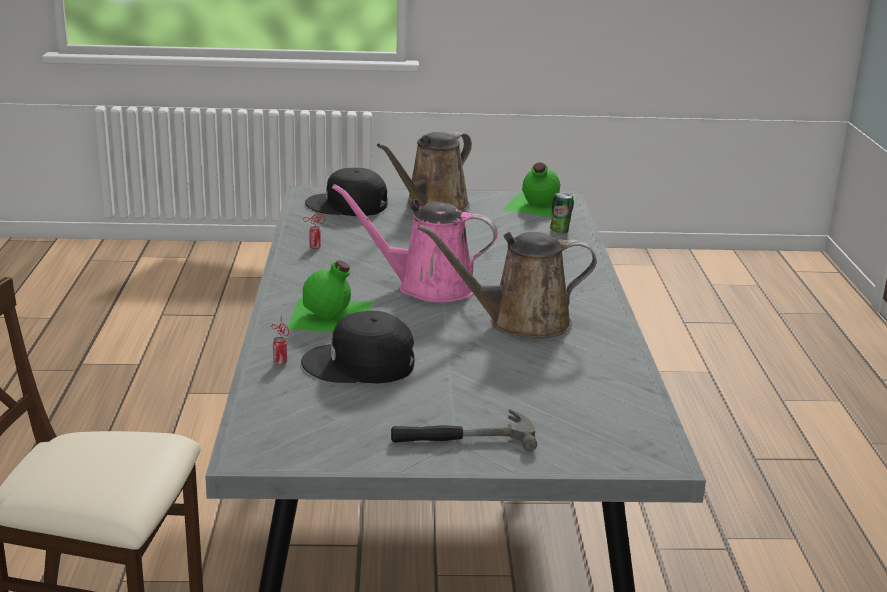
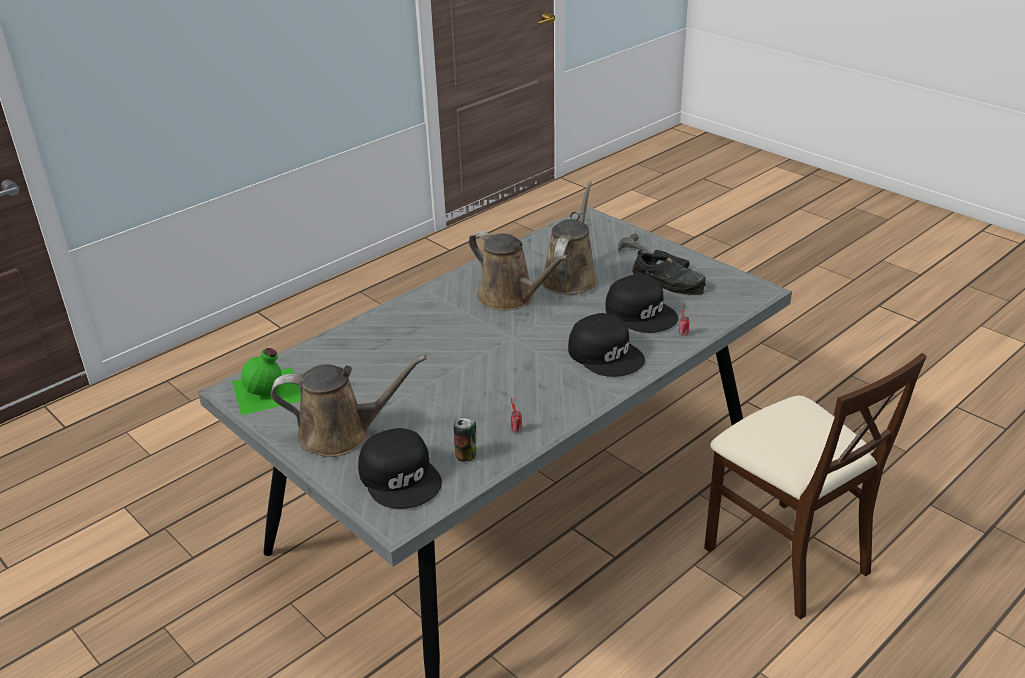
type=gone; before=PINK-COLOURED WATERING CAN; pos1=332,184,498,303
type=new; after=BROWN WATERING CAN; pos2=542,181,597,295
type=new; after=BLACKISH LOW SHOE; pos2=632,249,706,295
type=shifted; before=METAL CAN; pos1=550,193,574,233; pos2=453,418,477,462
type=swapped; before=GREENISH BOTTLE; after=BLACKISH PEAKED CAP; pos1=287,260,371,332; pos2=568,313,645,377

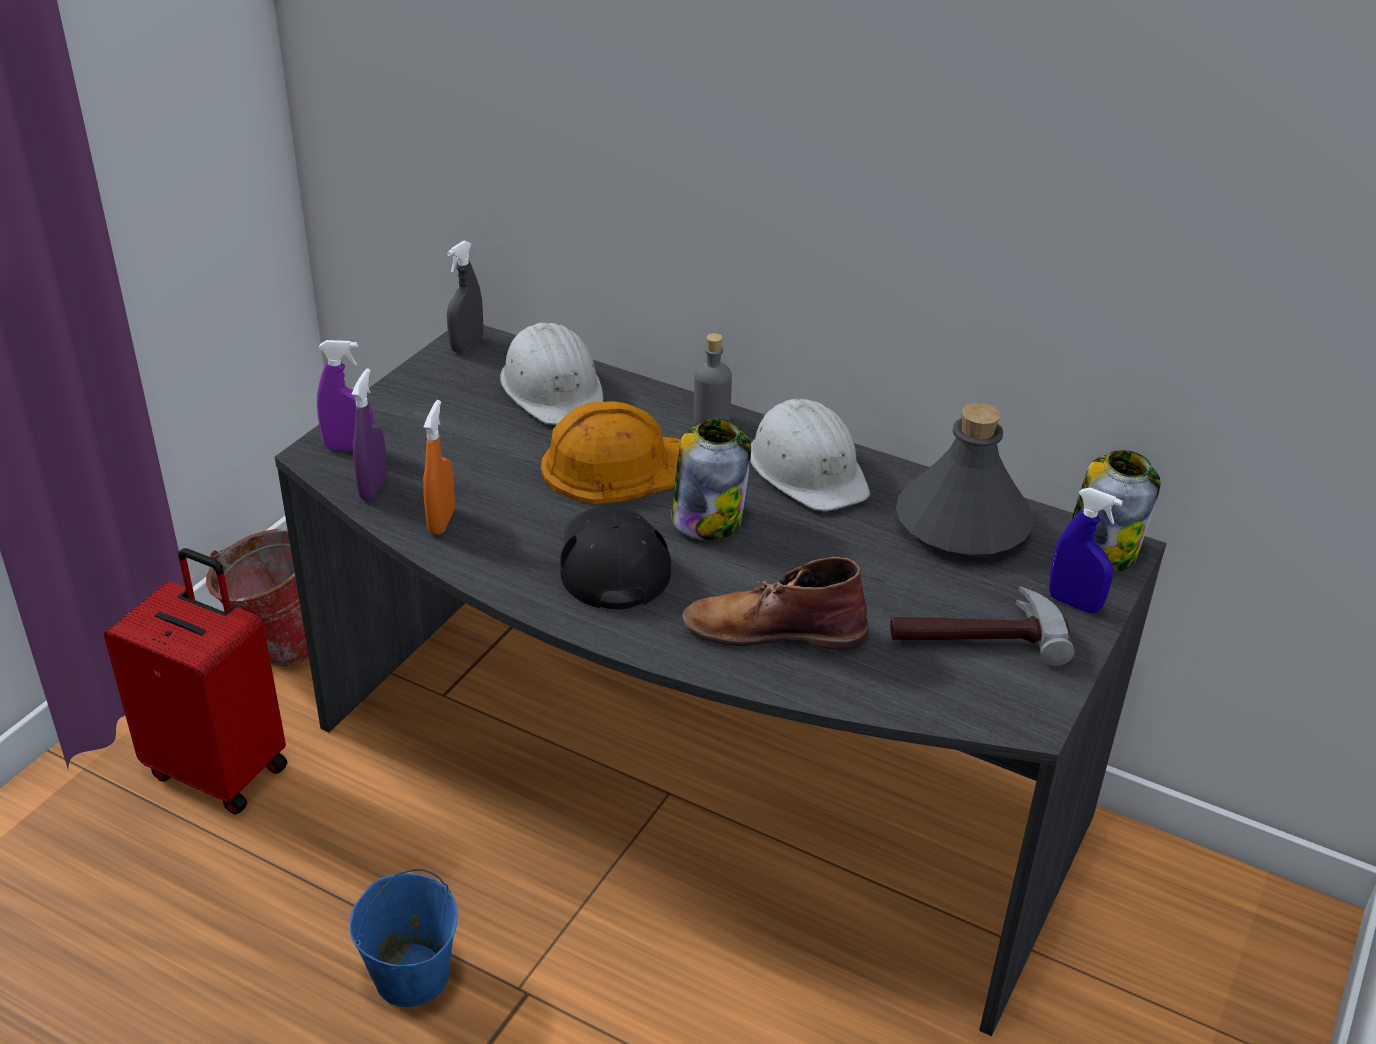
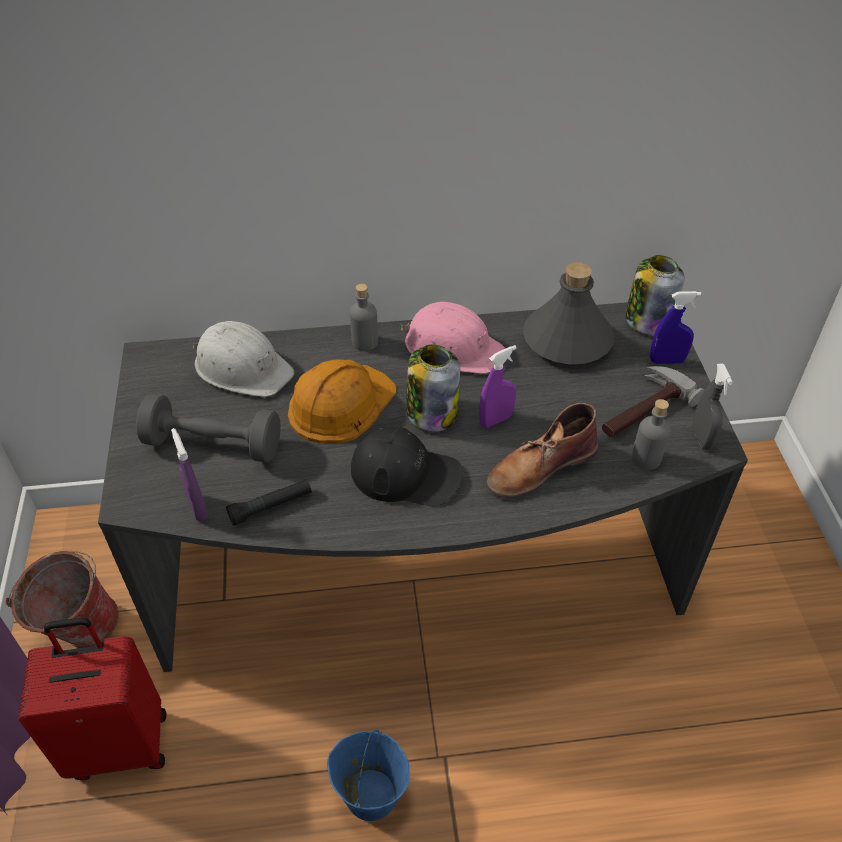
type=new; after=GREY DUMBBELL; pos2=136,393,281,463
type=new; after=GREY BOTTLE; pos2=631,399,670,470
type=shifted; before=PURPLISH SPRAYER; pos1=317,340,374,451; pos2=479,345,517,428
type=shifted; before=GREY SPRAYER; pos1=447,240,483,352; pos2=692,364,733,450
type=swapped; before=ORANGEY SPRAYER; after=BLACKISH HAND TORCH; pos1=423,400,455,535; pos2=226,479,312,526
type=repainted; before=WHITE-COLOURED WORK HELMET; after=PINK-COLOURED WORK HELMET; pos1=750,399,870,511; pos2=401,302,505,374
type=rotated; before=BLACKISH PEAKED CAP; pos1=560,506,671,609; pos2=351,426,463,506; turn=150

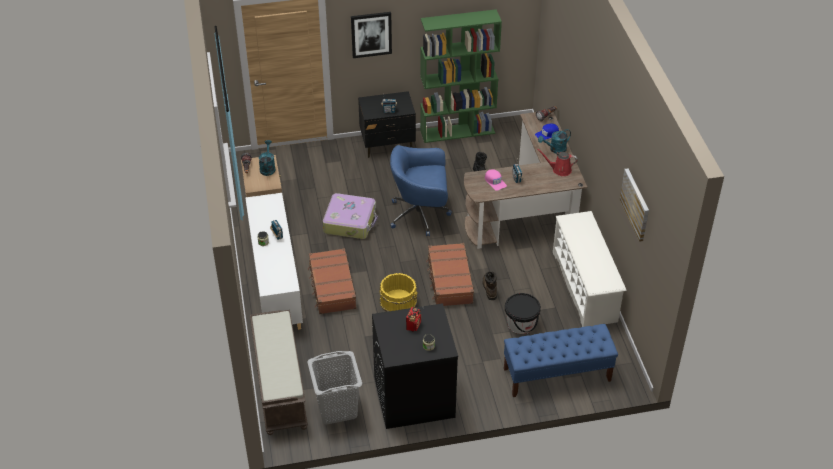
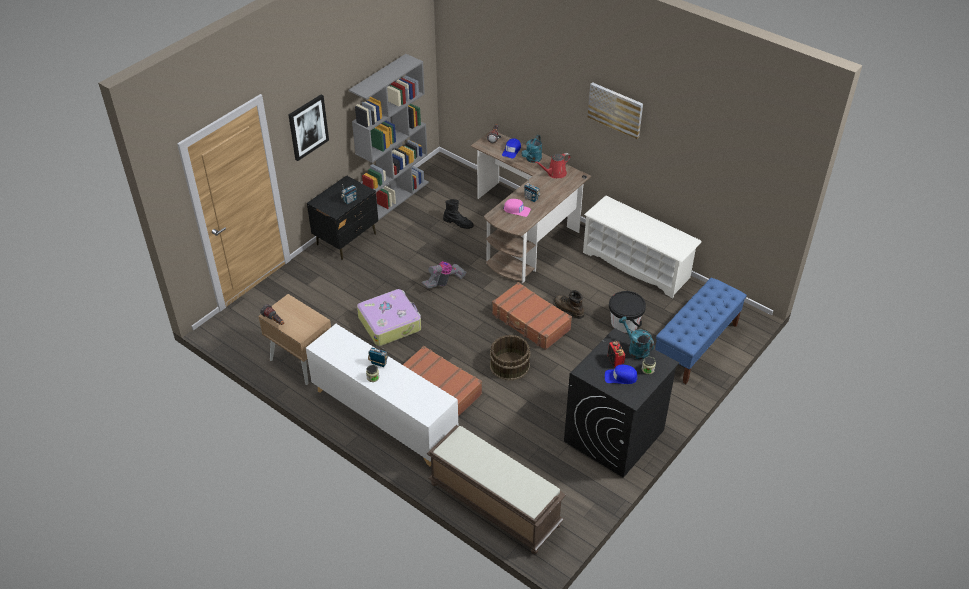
type=gone; before=GREY HAMPER; pos1=307,351,362,424
type=new; after=BLUISH PEAKED CAP; pos2=605,365,638,384
type=shifted; before=TURQUOISE WATERING CAN; pos1=259,140,275,176; pos2=619,317,654,359
type=shifted; before=WALL ART; pos1=620,168,649,242; pos2=588,82,643,139
type=swapped; before=BLUISH OFFICE CHAIR; after=VACUUM CLEANER; pos1=390,145,452,236; pos2=422,261,466,288
type=repainted; before=YELLOWISH PAIL; after=BROWN PAIL; pos1=379,273,417,312; pos2=490,335,530,381
type=repainted; before=GREENISH BOOKSHELF; after=GREY BOOKSHELF; pos1=420,9,502,143; pos2=349,54,429,220

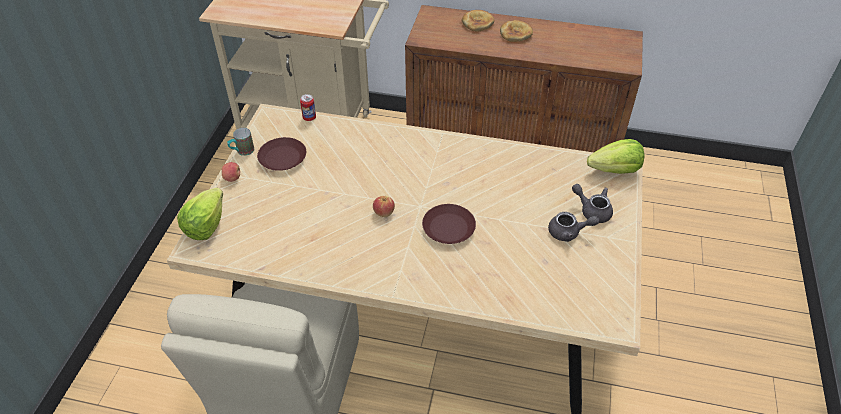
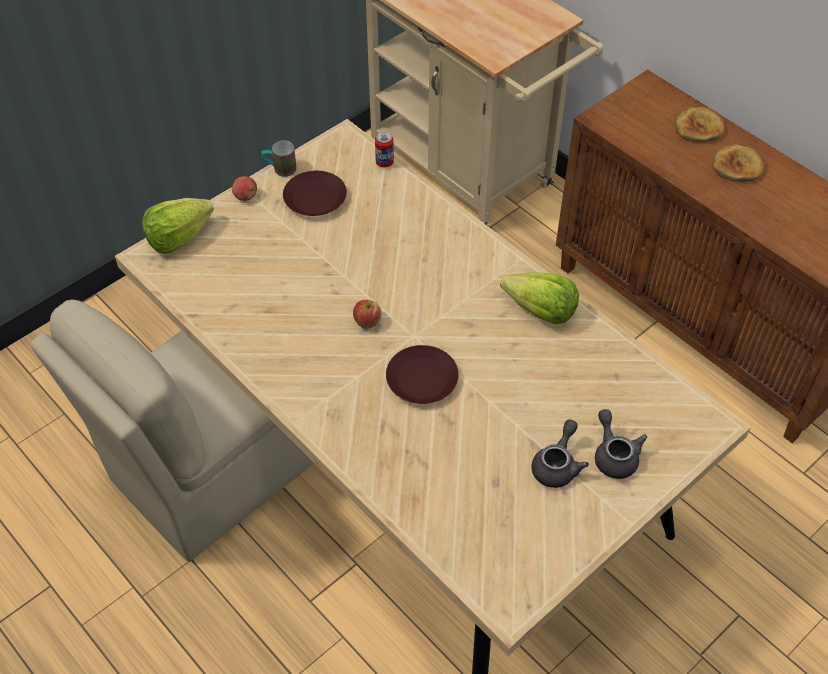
type=shifted; before=LETTUCE; pos1=587,139,644,174; pos2=500,272,579,324
type=rotated; before=GREY TEAPOT; pos1=548,212,599,242; pos2=531,419,589,488; turn=-105

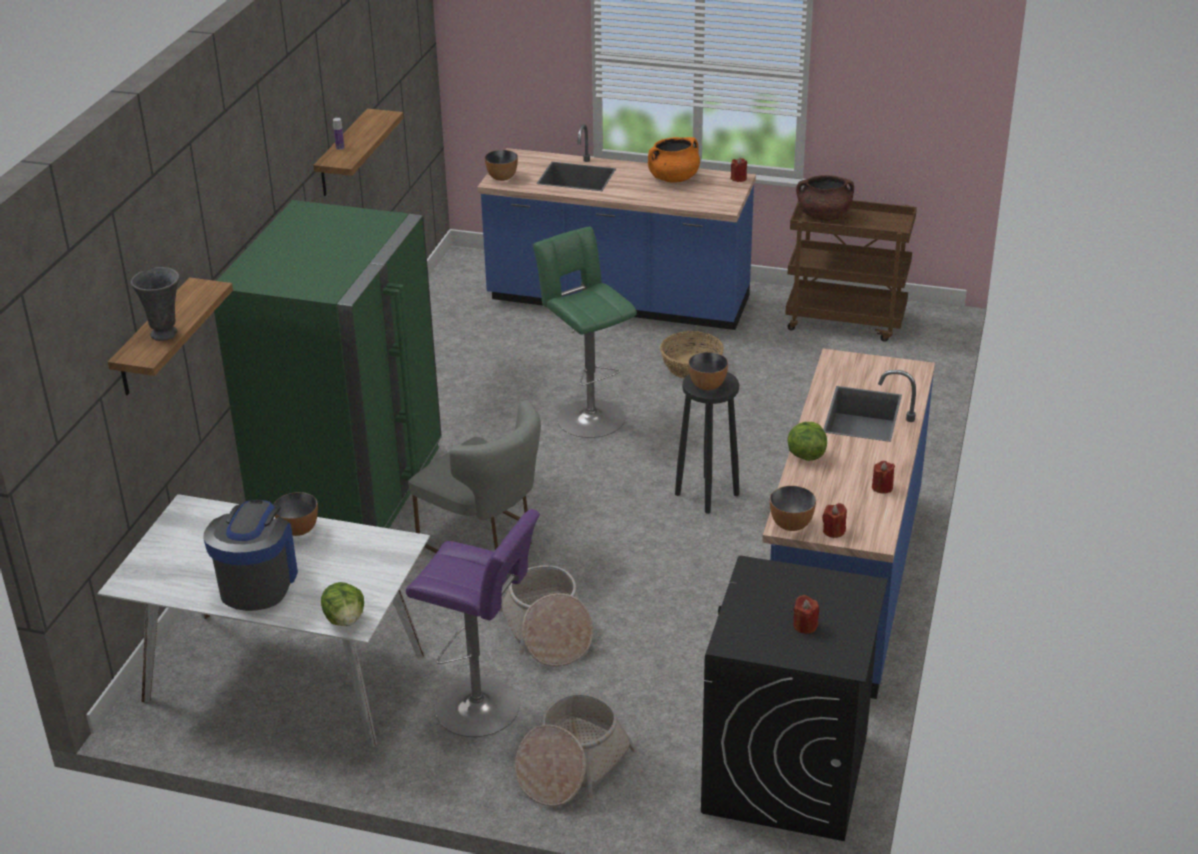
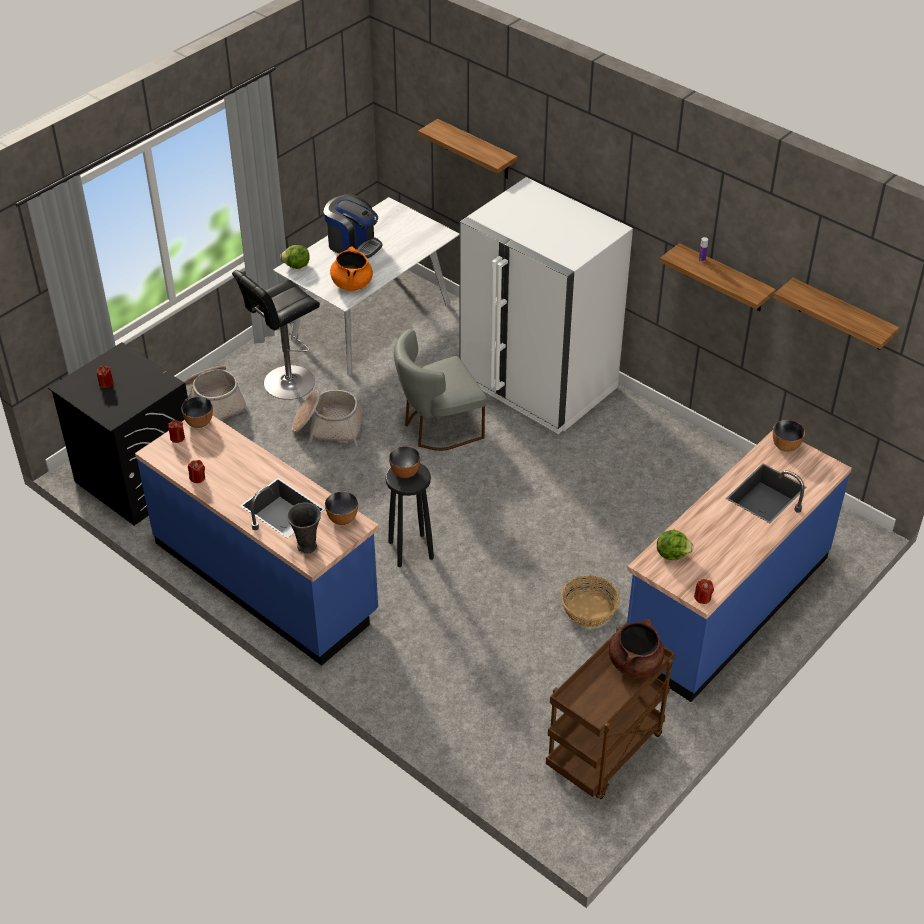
type=gone; before=GREENISH STOOL; pos1=533,227,637,438
type=new; after=SHELF; pos2=774,278,899,350
type=shifted; before=GREY VASE; pos1=131,267,179,341; pos2=287,502,321,554
type=shifted; before=SERVING BOWL; pos1=274,492,318,536; pos2=325,491,358,525
type=shifted; before=ORANGEY STOCKPOT; pos1=648,137,700,182; pos2=330,246,373,291
type=shifted; before=LETTUCE; pos1=787,422,827,461; pos2=657,530,694,560
type=repainted; before=GREENISH REFRIGERATOR; after=WHITE-COLOURED REFRIGERATOR; pos1=214,200,442,528; pos2=459,177,633,434
type=repainted; before=PURPLISH STOOL; after=BLACKISH STOOL; pos1=406,509,540,737; pos2=232,270,320,400

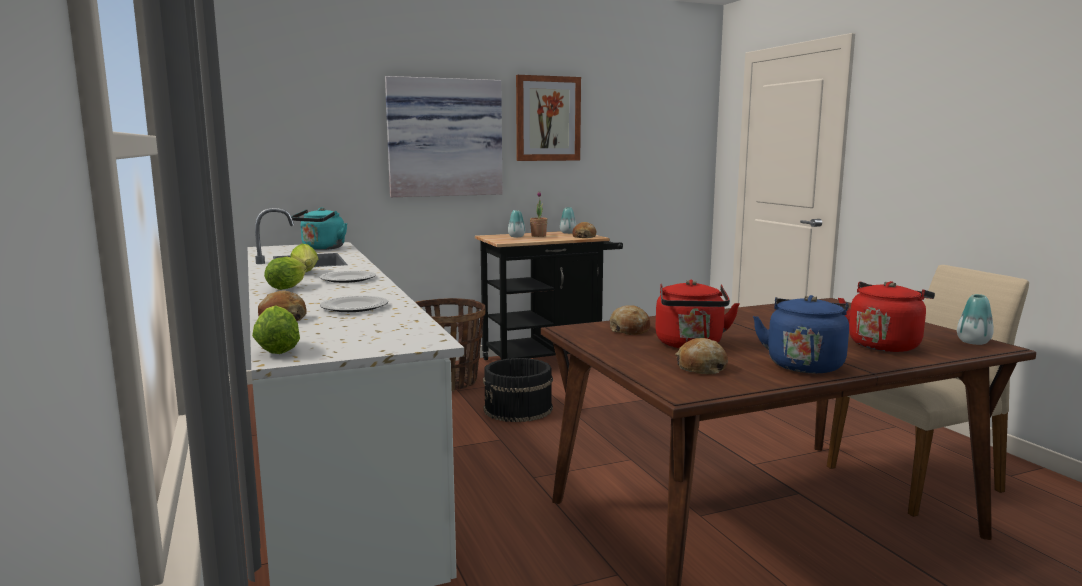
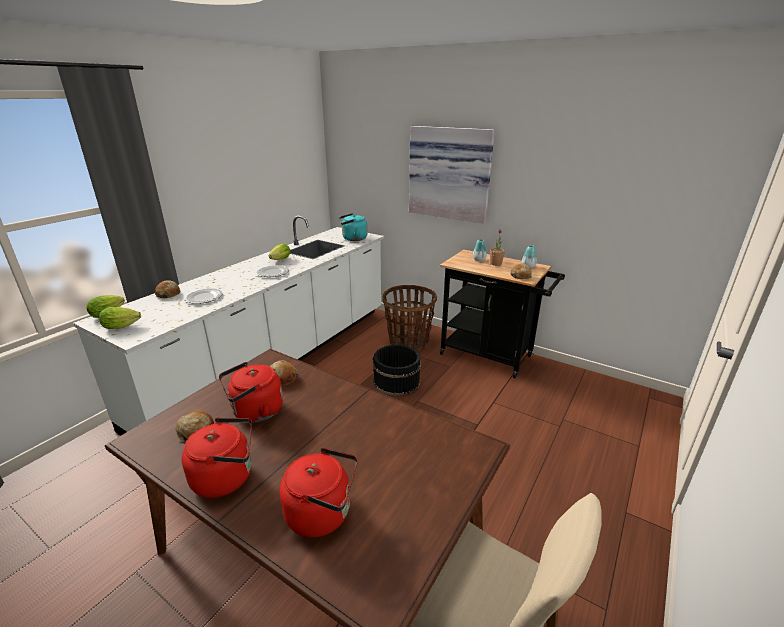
type=gone; before=WALL ART; pos1=516,75,581,161
type=gone; before=VASE; pos1=957,294,994,345
type=shifted; before=LETTUCE; pos1=264,256,307,290; pos2=99,307,141,329
type=repainted; before=BLUISH WATER KETTLE; after=RED-COLOURED WATER KETTLE; pos1=753,295,849,373; pos2=182,418,252,498

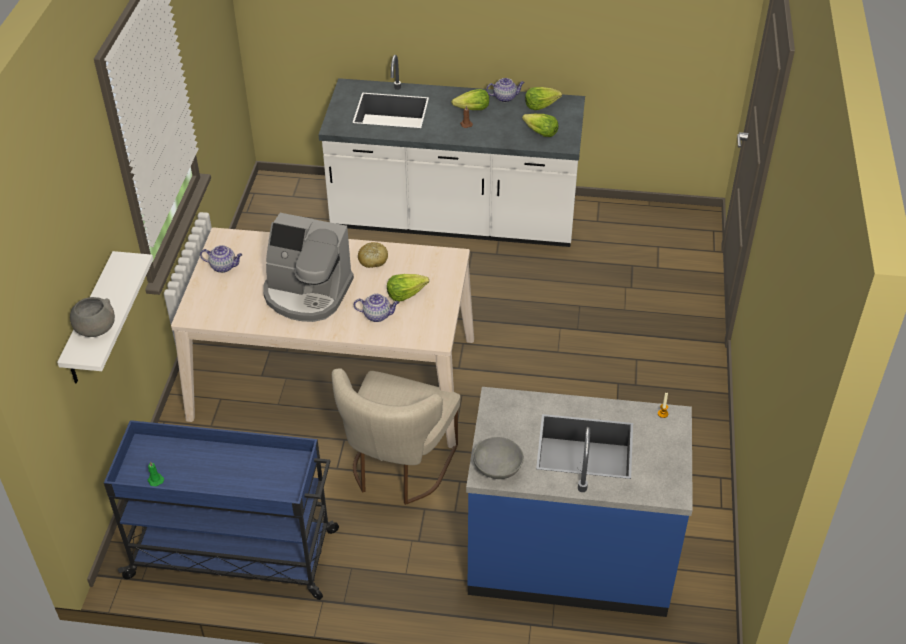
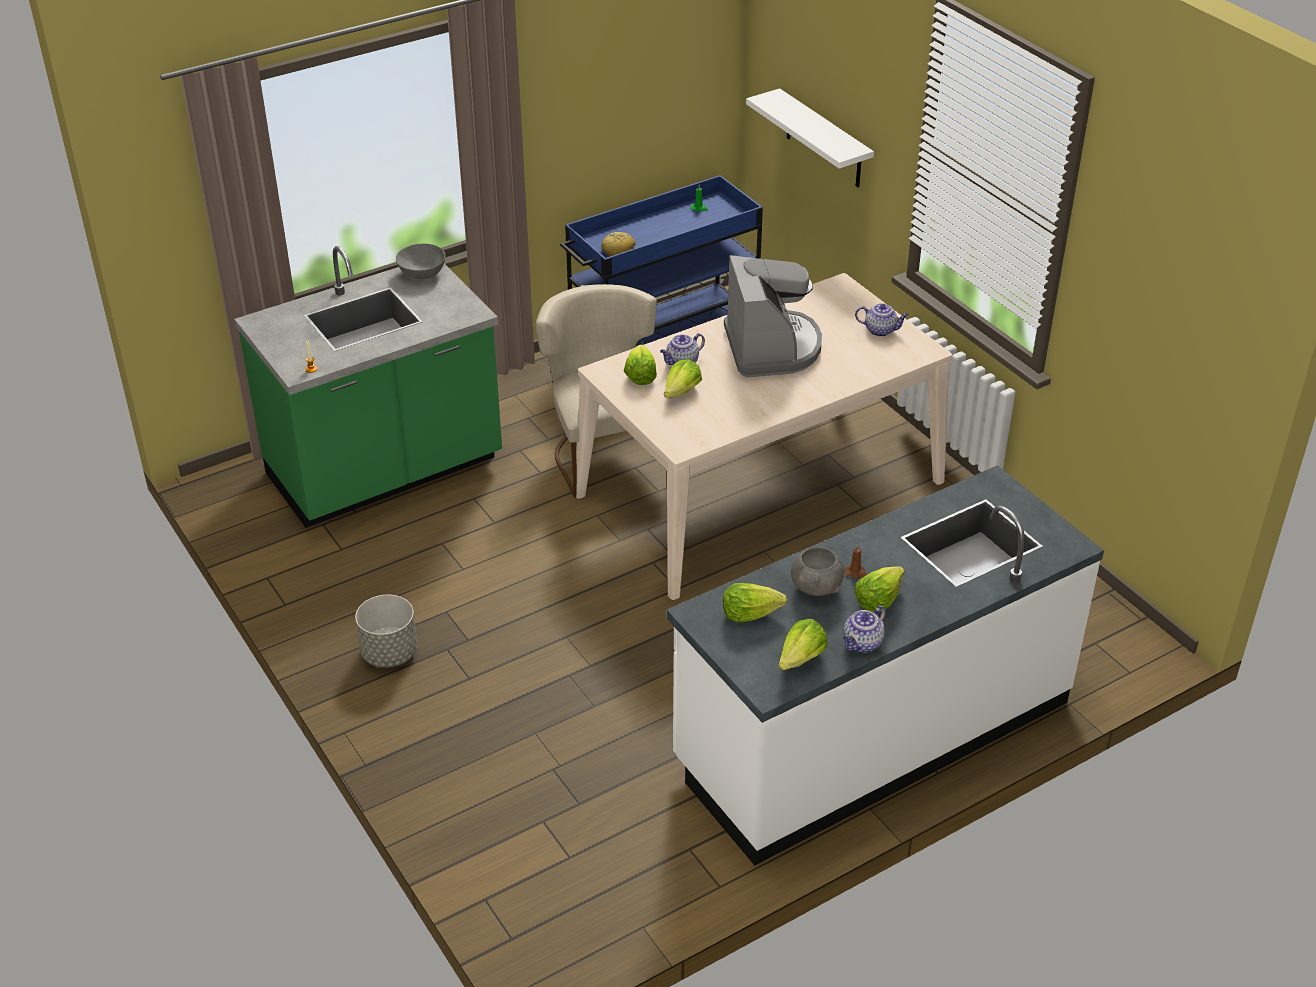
type=new; after=GREY PLANTER; pos2=355,594,418,667
type=new; after=LETTUCE; pos2=624,345,657,385
type=shifted; before=GREY SERVING BOWL; pos1=70,297,115,337; pos2=791,547,844,596
type=shifted; before=BAKERY BREAD; pos1=358,242,388,268; pos2=601,232,636,256
type=repainted; before=BLUISH KITCHEN BASE UNIT; after=GREENISH KITCHEN BASE UNIT; pos1=466,387,693,617; pos2=234,246,502,528
type=rotated; before=TEAPOT; pos1=200,245,243,273; pos2=855,303,909,337; turn=-135
type=rotated; before=COFFEE MAKER; pos1=263,213,354,322; pos2=724,255,822,378; turn=105

